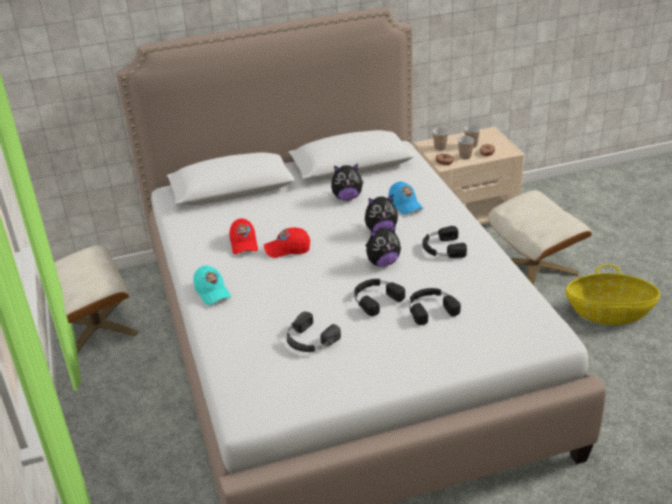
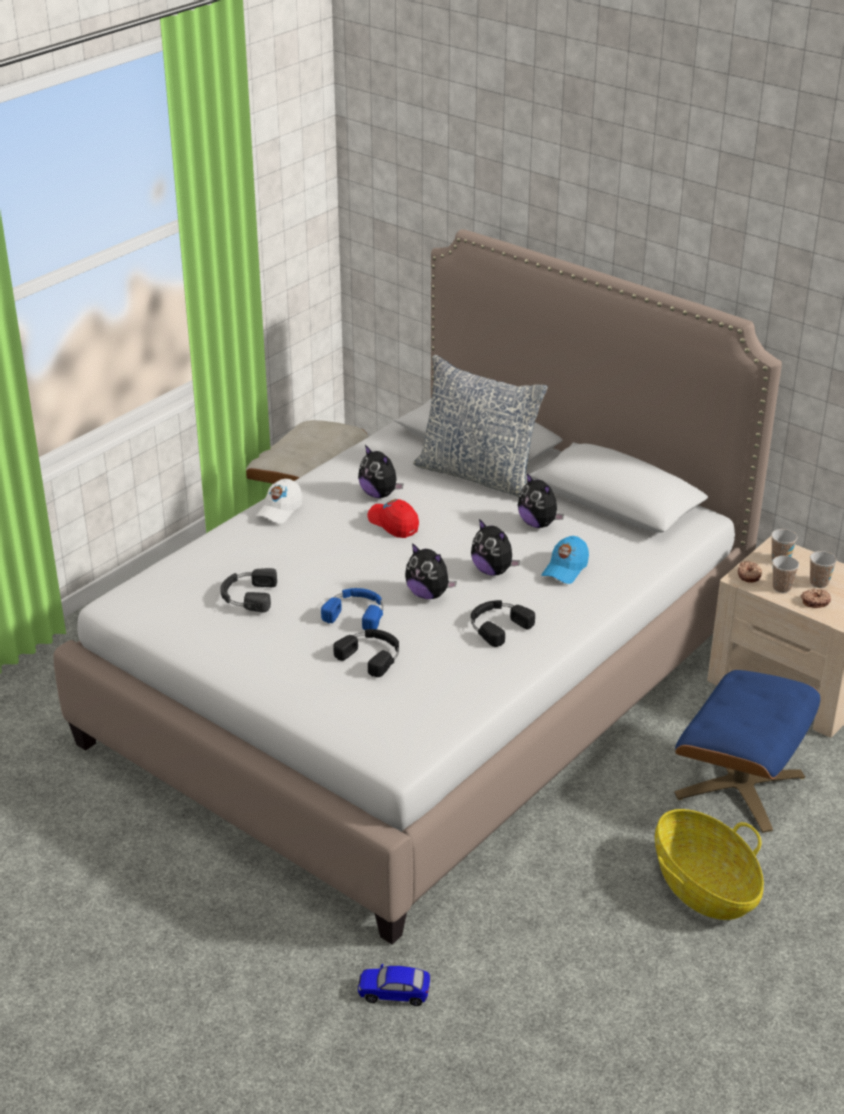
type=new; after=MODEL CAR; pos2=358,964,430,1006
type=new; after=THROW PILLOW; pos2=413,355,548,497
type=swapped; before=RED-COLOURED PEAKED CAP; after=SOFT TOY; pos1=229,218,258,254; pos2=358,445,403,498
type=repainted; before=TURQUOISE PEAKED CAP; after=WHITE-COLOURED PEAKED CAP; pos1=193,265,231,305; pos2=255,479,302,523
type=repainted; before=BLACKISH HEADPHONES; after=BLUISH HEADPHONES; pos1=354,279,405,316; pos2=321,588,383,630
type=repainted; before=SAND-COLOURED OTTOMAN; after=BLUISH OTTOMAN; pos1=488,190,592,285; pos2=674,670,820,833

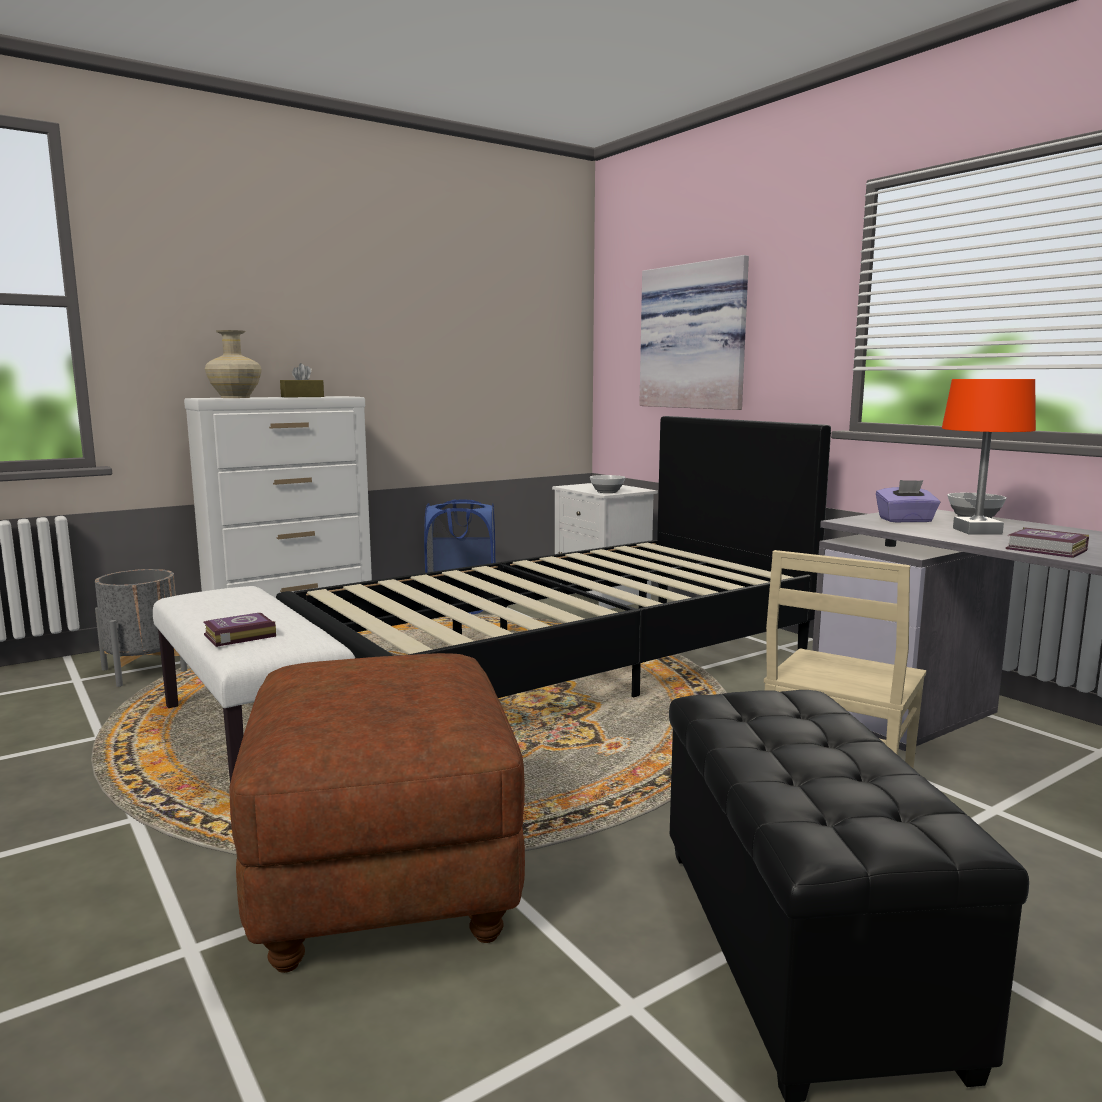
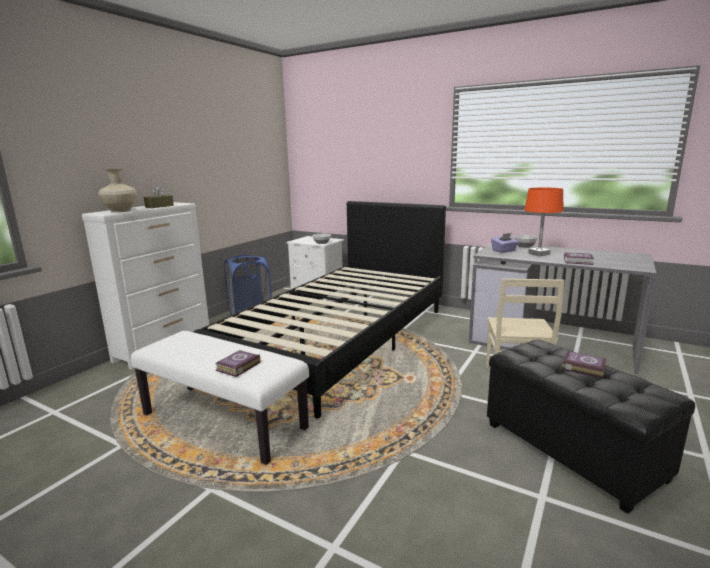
type=gone; before=GREY PLANTER; pos1=95,569,187,687
type=gone; before=BROWN OTTOMAN; pos1=230,653,525,973
type=gone; before=WALL ART; pos1=639,255,749,410
type=new; after=BOUND BOOK; pos2=562,351,606,378

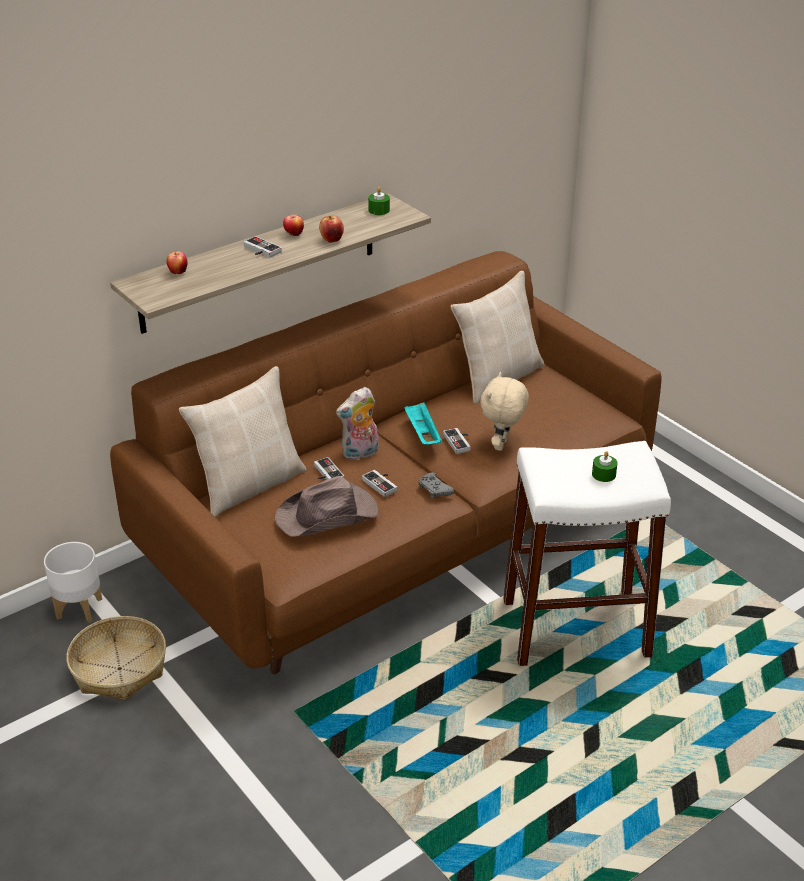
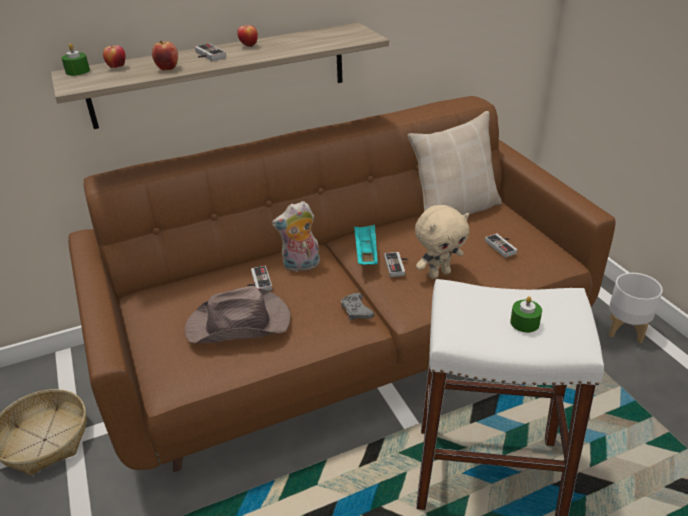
type=gone; before=SAND-COLOURED THROW PILLOW; pos1=179,366,307,517
type=shifted; before=WHITE-COLOURED PLANTER; pos1=44,542,102,623; pos2=609,273,663,343
type=shifted; before=WHOLE APPLE; pos1=319,215,344,243; pos2=152,41,178,71
type=shifted; before=GAME CONTROLLER; pos1=362,470,397,497; pos2=485,233,517,258
type=shifted; before=GREENISH CANDLE; pos1=368,187,390,215; pos2=61,43,90,76
type=rotated; before=SAND-COLOURED SOFT TOY; pos1=480,372,529,451; pos2=415,205,469,279; turn=-150

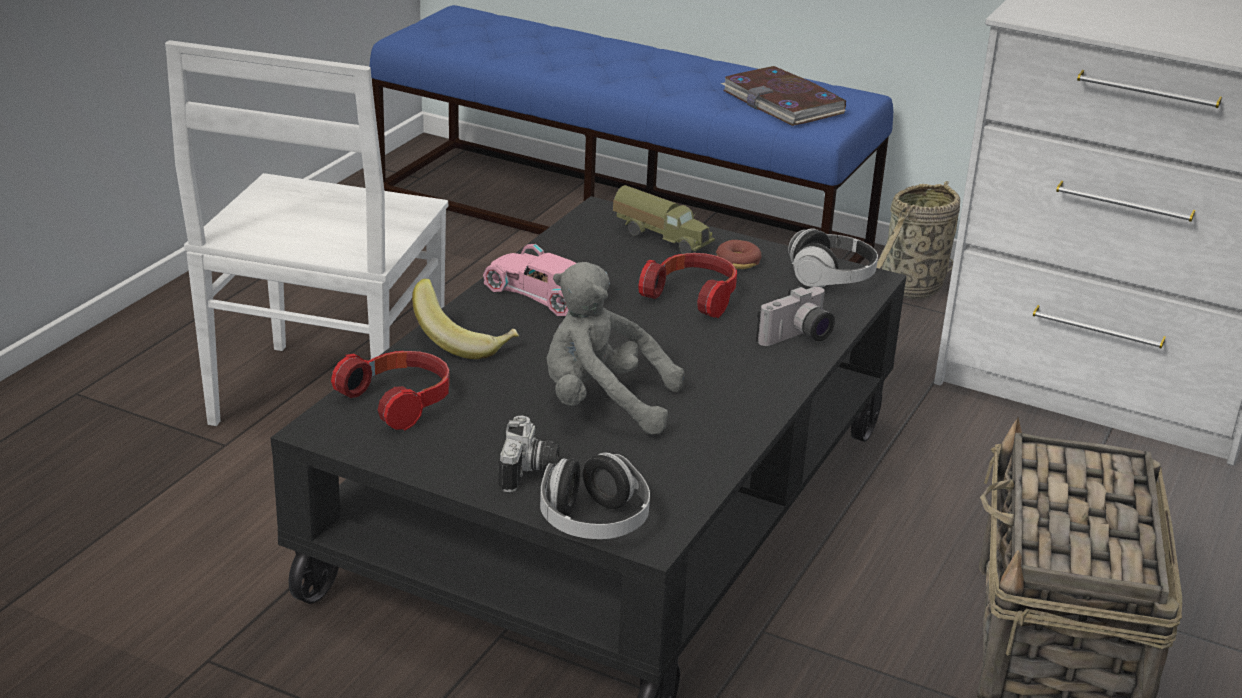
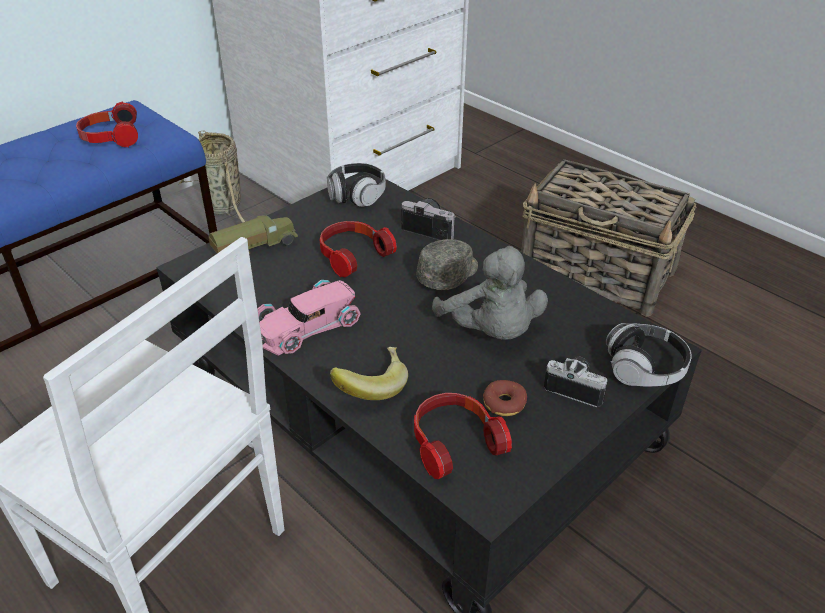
type=new; after=GREY PEAKED CAP; pos2=416,239,478,290
type=shifted; before=DOUGHNUT; pos1=716,240,762,269; pos2=483,380,527,416
type=swapped; before=BOUND BOOK; after=HEADPHONES; pos1=721,66,846,126; pos2=76,101,138,147
type=rotated; before=GREY SOFT TOY; pos1=547,262,684,434; pos2=432,246,548,340; turn=-60
type=rotated; before=STILL CAMERA; pos1=756,286,835,346; pos2=401,198,456,240; turn=-45

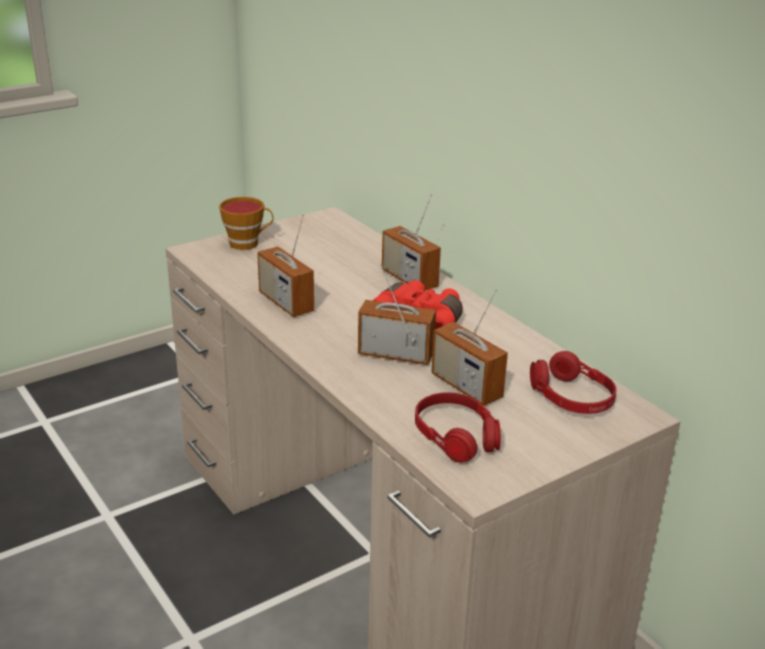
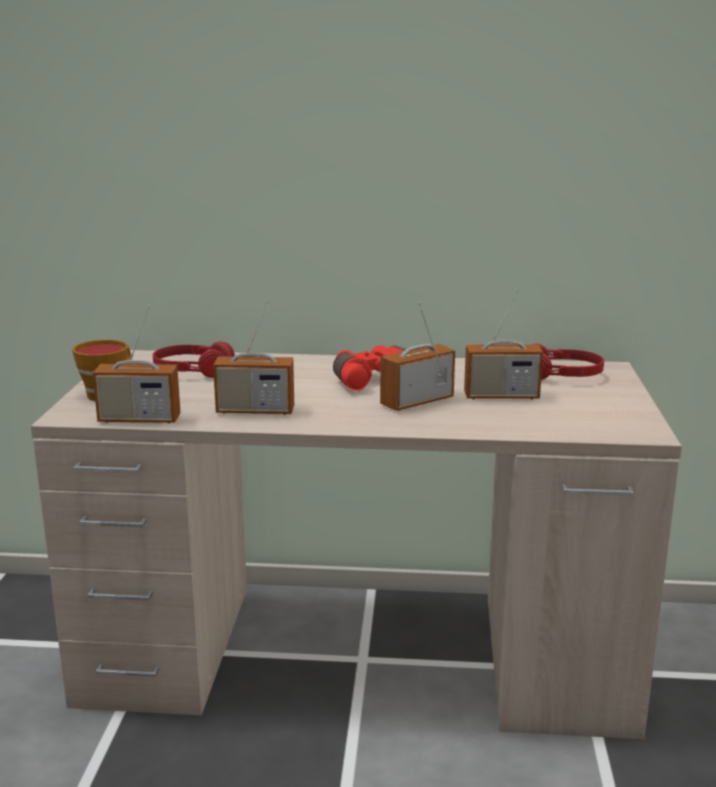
type=shifted; before=RADIO; pos1=382,193,441,291; pos2=93,305,180,423
type=shifted; before=RED-COLOURED HEADPHONES; pos1=415,392,501,463; pos2=153,341,235,378

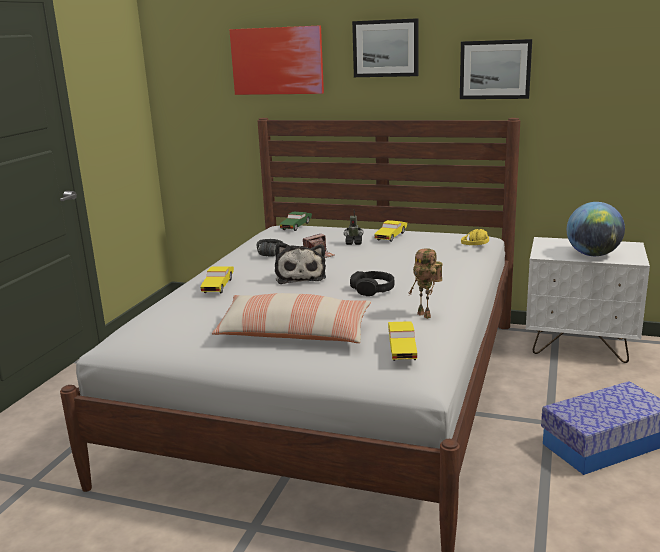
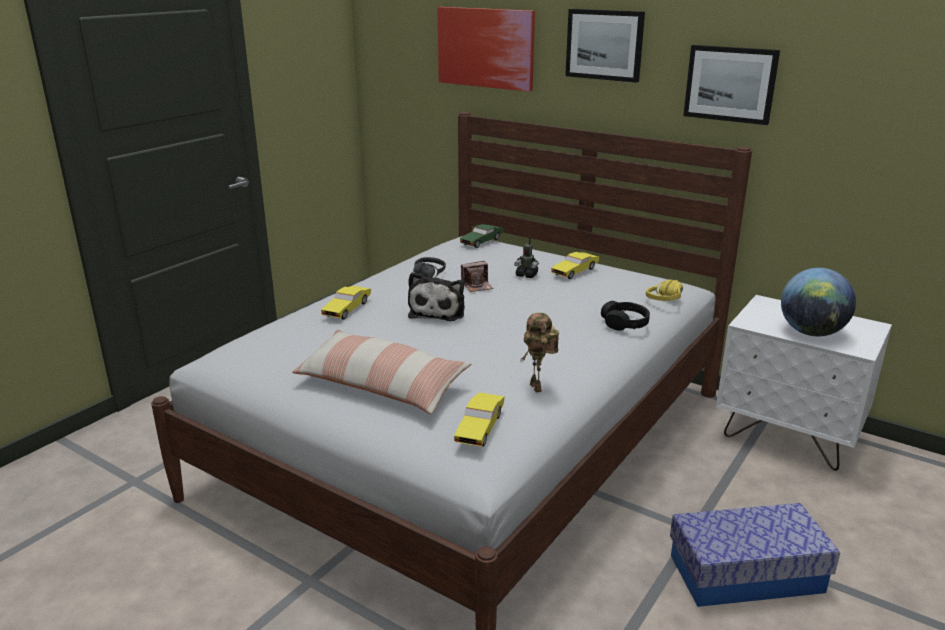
type=shifted; before=BLACKISH HEADPHONES; pos1=350,271,394,296; pos2=601,301,650,331

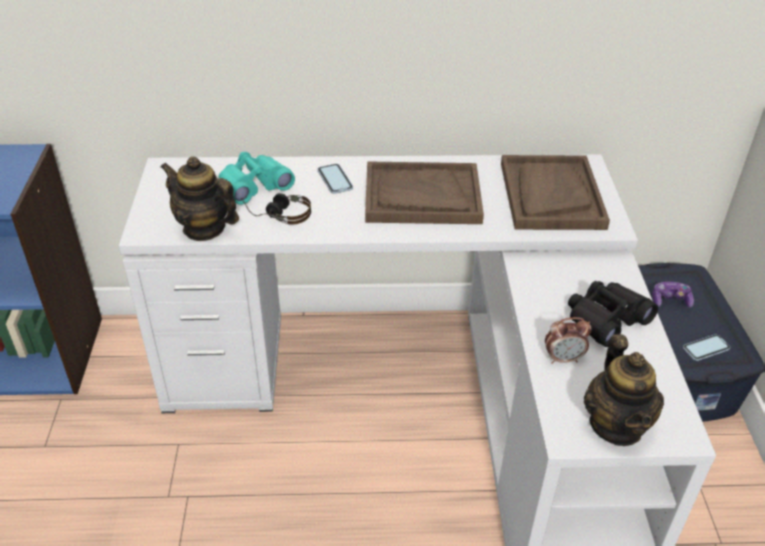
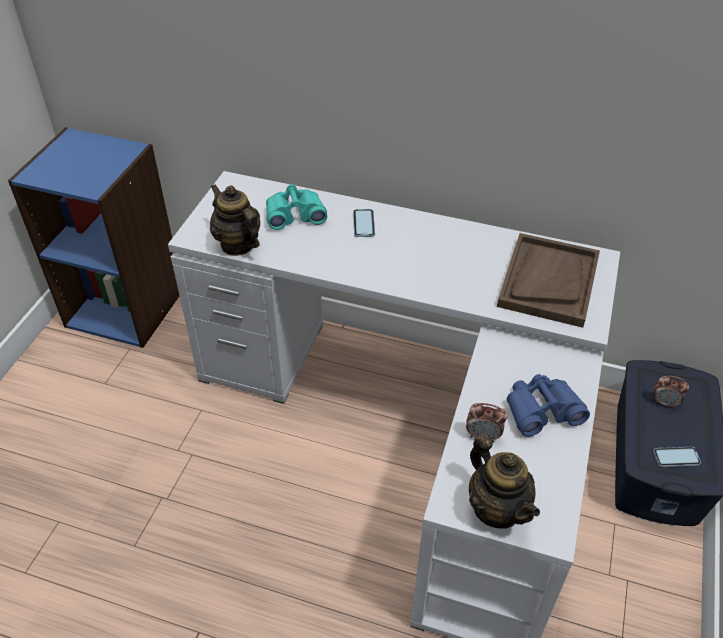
type=gone; before=HEADPHONES; pos1=241,193,311,225
type=gone; before=BROWN TRAY; pos1=365,161,484,224
type=swapped; before=GAME CONTROLLER; after=TABLE CLOCK; pos1=652,282,694,308; pos2=654,376,689,408
type=repainted; before=BLACKISH FIELD GLASSES; after=BLUISH FIELD GLASSES; pos1=568,281,658,347; pos2=507,374,590,437
type=rotated; before=TEAPOT; pos1=584,334,664,446; pos2=469,434,540,529; turn=-45

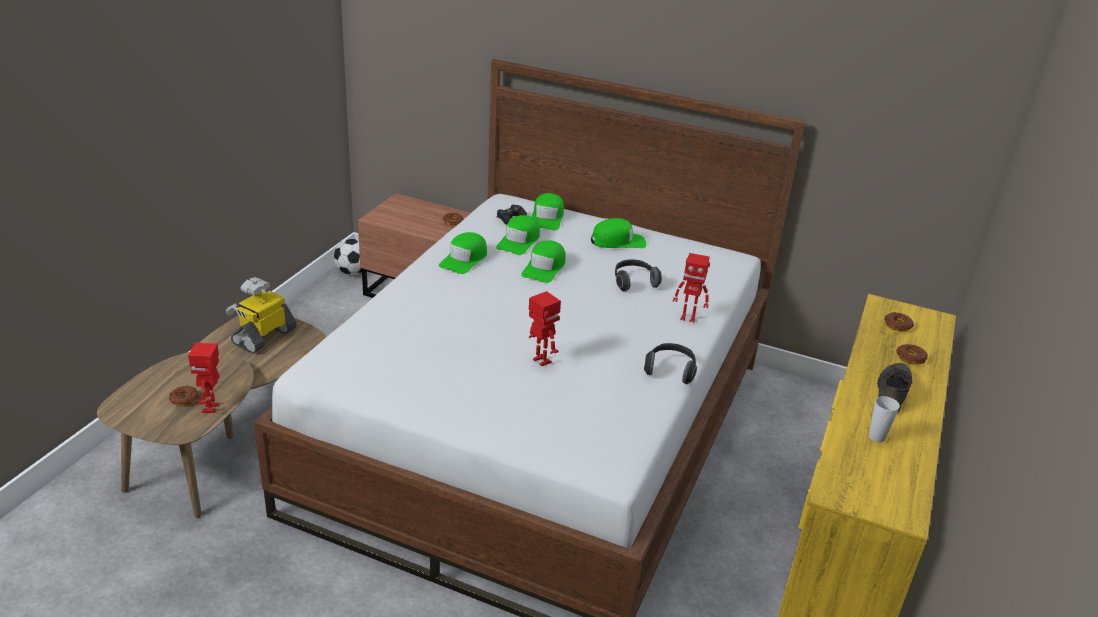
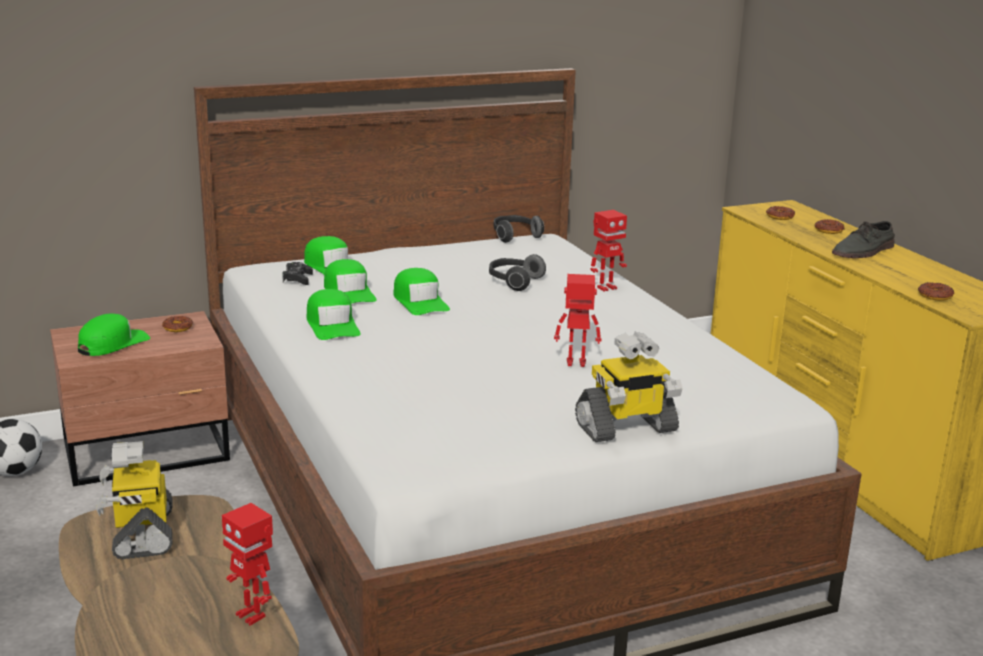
type=gone; before=DRINKING CUP; pos1=869,396,900,442
type=new; after=ROBOT FIGURE; pos2=575,332,683,442
type=shifted; before=DOUGHNUT; pos1=169,386,199,406; pos2=918,282,954,301
type=shifted; before=GREENISH PEAKED CAP; pos1=591,218,646,248; pos2=78,314,150,356
type=shifted; before=HEADPHONES; pos1=644,343,697,384; pos2=494,215,544,243
type=rotated; before=GREY LOW SHOE; pos1=877,363,913,413; pos2=832,221,895,258; turn=-105

